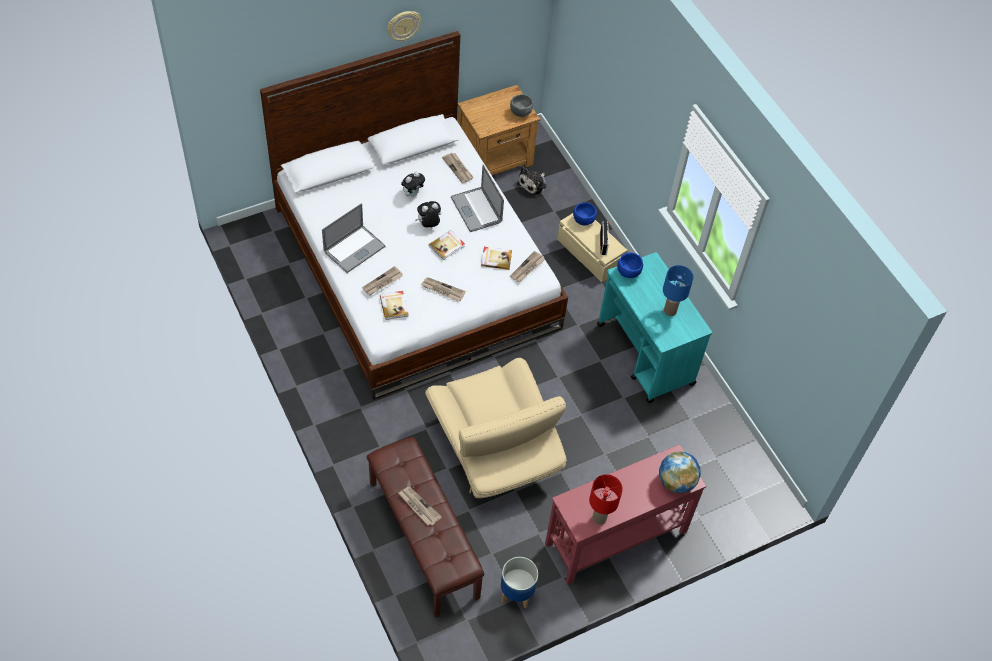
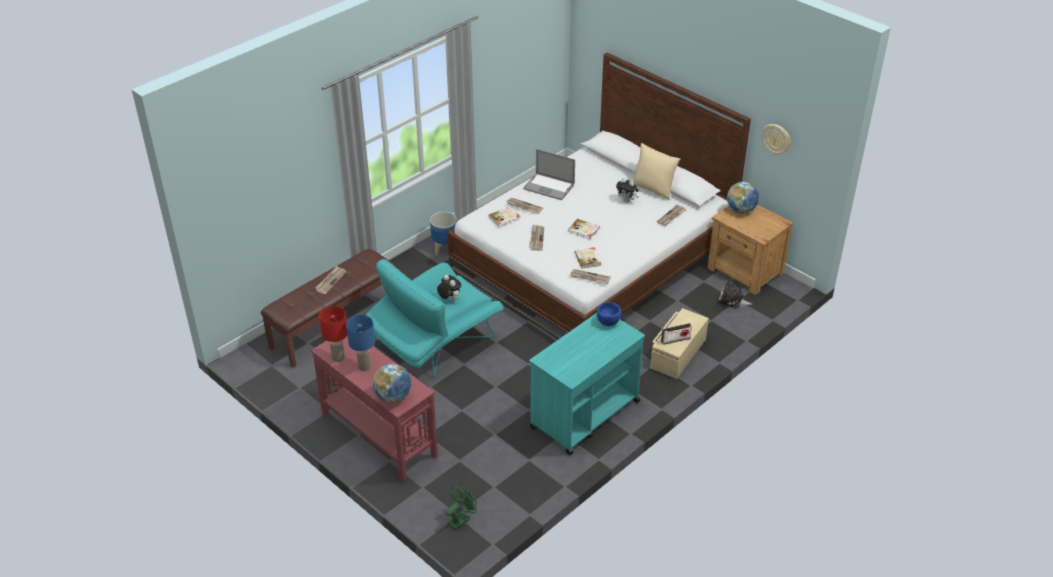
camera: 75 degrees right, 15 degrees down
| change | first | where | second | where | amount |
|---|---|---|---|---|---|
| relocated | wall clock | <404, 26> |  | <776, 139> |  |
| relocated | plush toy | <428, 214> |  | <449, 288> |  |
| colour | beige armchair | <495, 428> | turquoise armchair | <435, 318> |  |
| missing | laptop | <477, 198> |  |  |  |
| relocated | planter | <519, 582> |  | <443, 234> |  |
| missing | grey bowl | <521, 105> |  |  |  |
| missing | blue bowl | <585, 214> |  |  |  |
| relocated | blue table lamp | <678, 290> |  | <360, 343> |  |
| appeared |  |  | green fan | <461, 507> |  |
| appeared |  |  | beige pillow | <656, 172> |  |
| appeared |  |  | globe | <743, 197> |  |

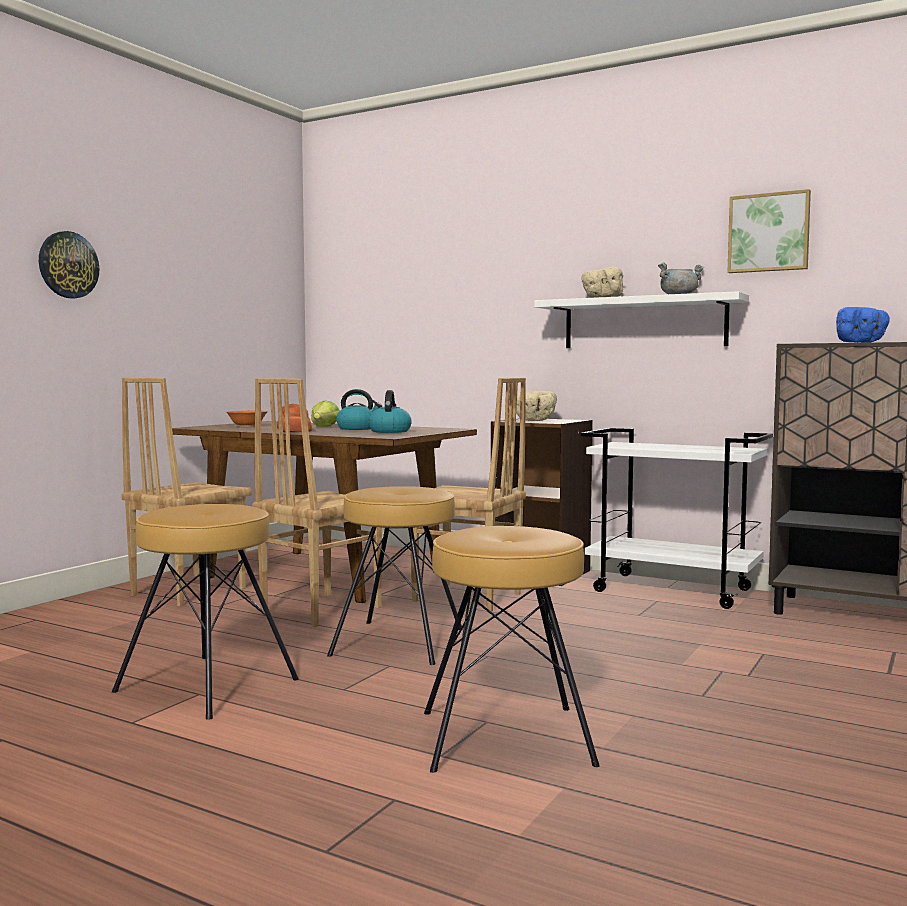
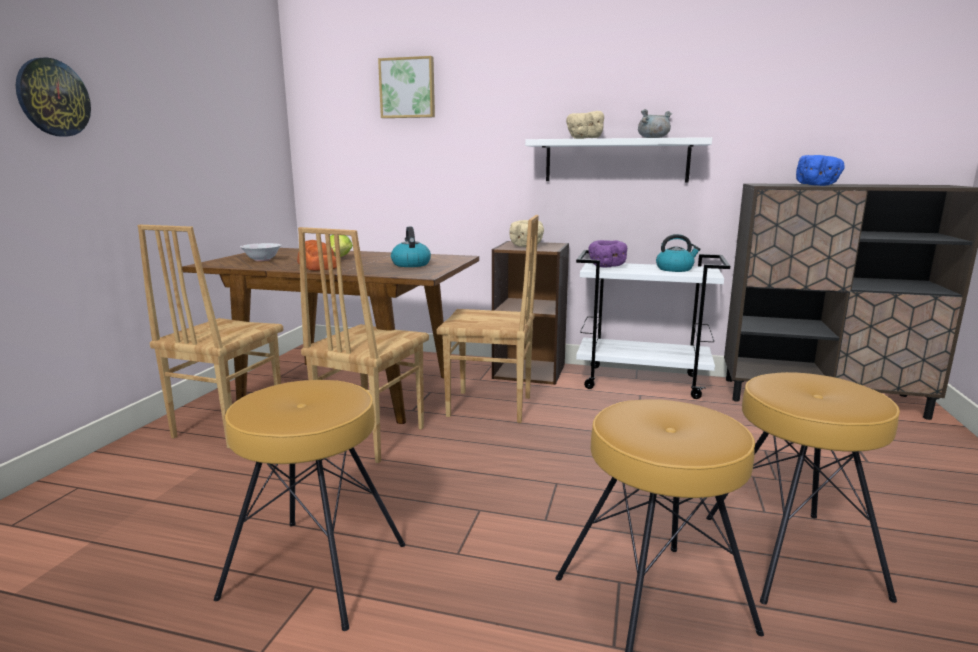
camera: 15 degrees left, 10 degrees up
| change | first | where | second | where | amount |
|---|---|---|---|---|---|
| colour | orange bowl | <247, 419> | white bowl | <260, 252> |  |
| relocated | brown stool | <395, 575> |  | <803, 488> |  |
| relocated | kettle | <359, 409> |  | <678, 253> |  |
| relocated | picture | <769, 231> |  | <406, 87> |  |
| appeared |  |  | purple bowl | <607, 254> |  |

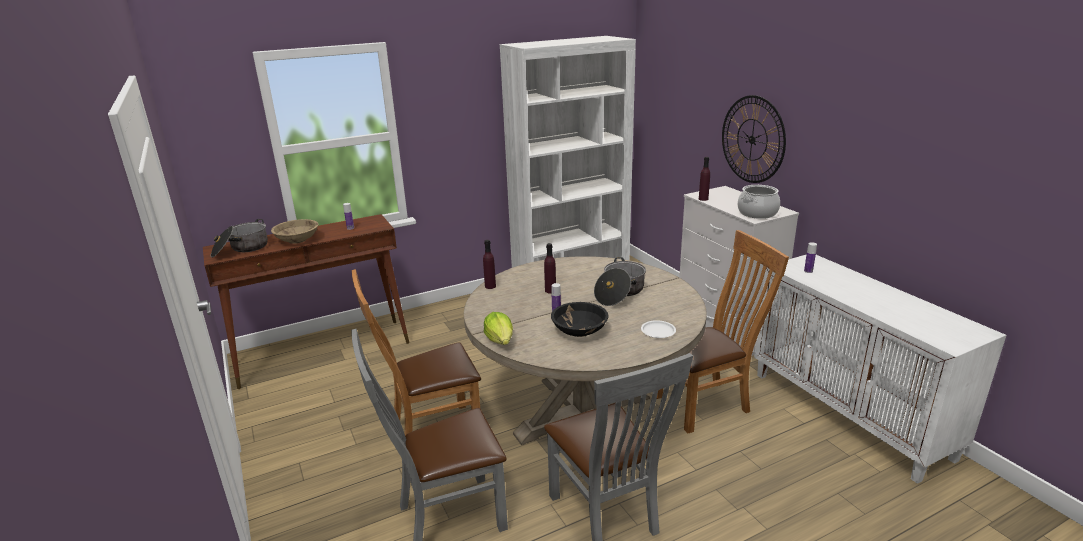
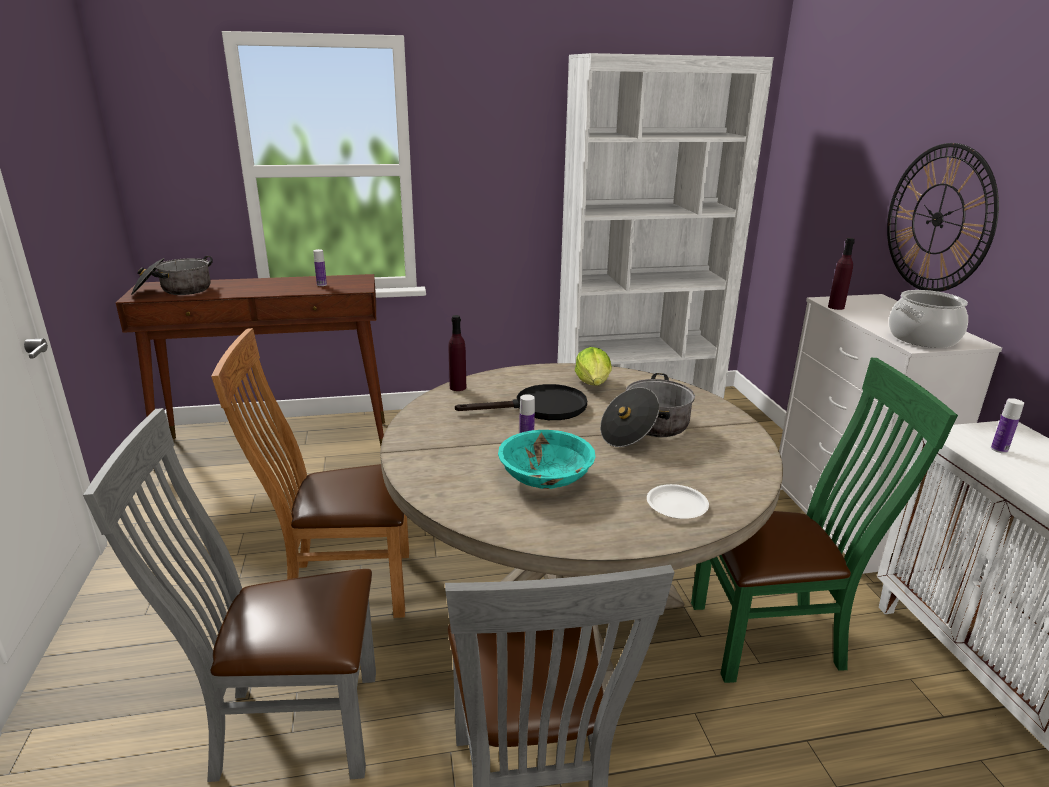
camera: 15 degrees right, 0 degrees up
| change | first | where | second | where | amount |
|---|---|---|---|---|---|
| missing | beige bowl | <294, 231> |  |  |  |
| relocated | lettuce | <498, 328> |  | <593, 366> |  |
| exchanged | purple bottle | <550, 268> | black frying pan | <521, 402> |  |
| colour | black bowl | <580, 319> | turquoise bowl | <547, 459> |  |
| colour | brown chair | <723, 331> | green chair | <824, 520> |  |

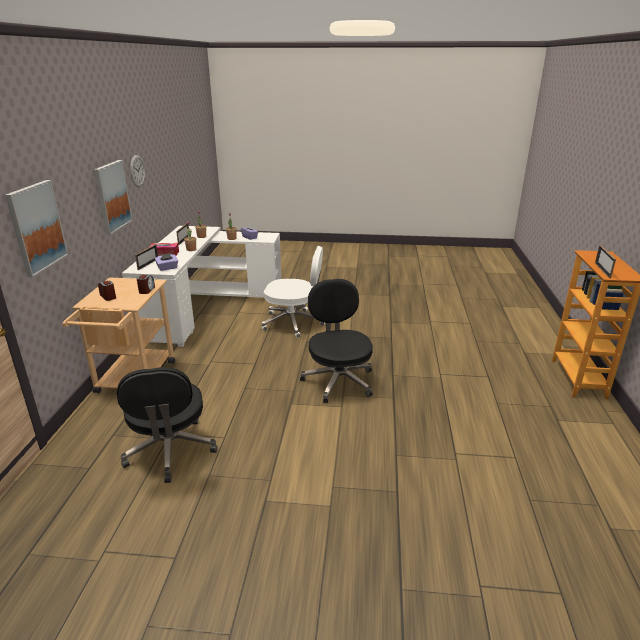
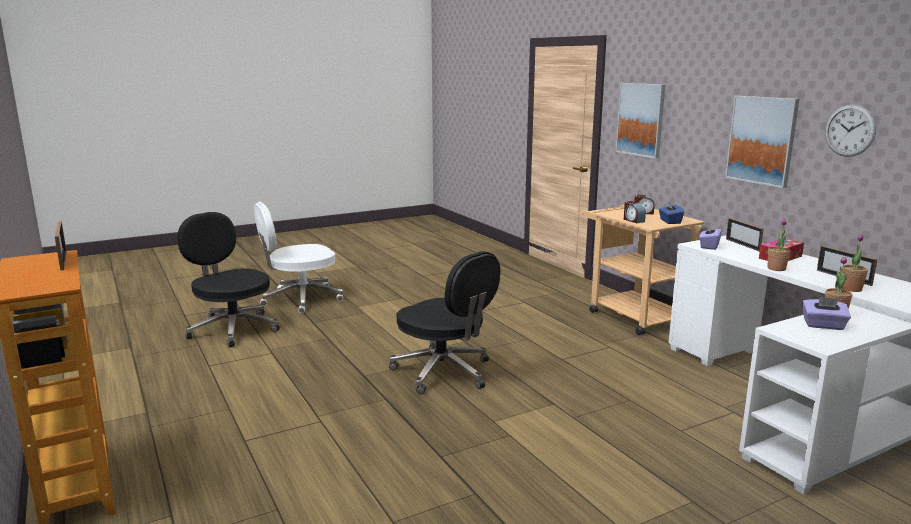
camera: 145 degrees right, 10 degrees down
| change | first | where | second | where | amount |
|---|---|---|---|---|---|
| relocated | black office chair | <167, 425> |  | <228, 280> |  |
| relocated | white office chair | <293, 292> |  | <298, 257> |  |
| appeared |  |  | blue tissue box | <671, 212> |  |

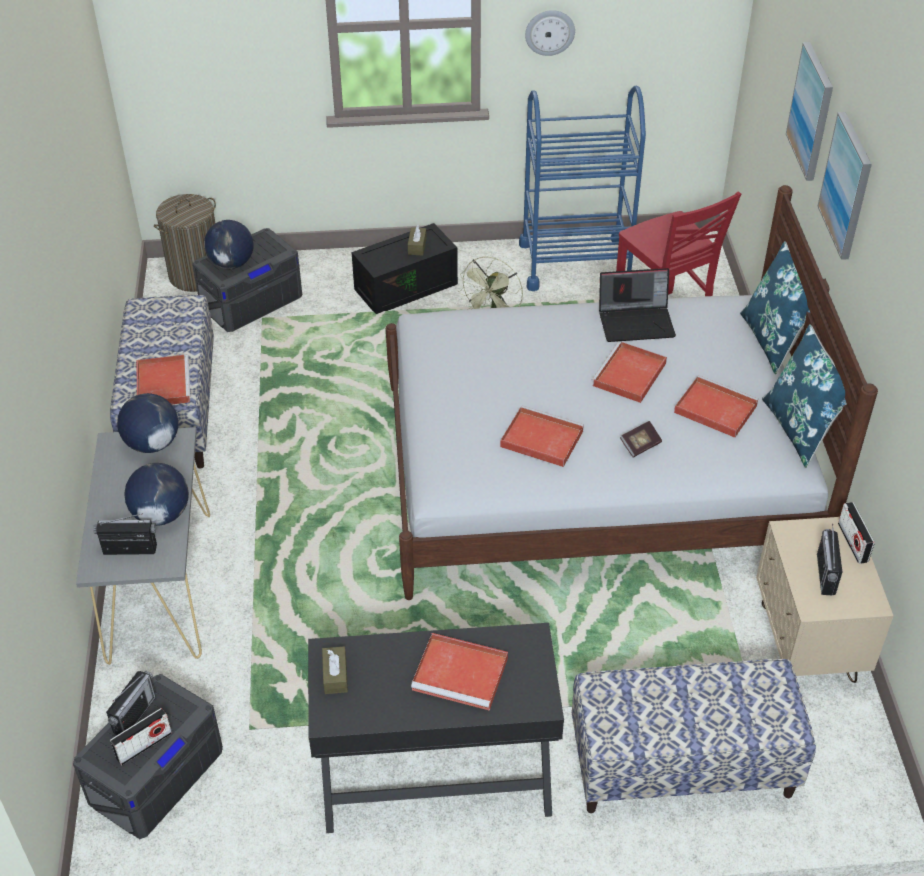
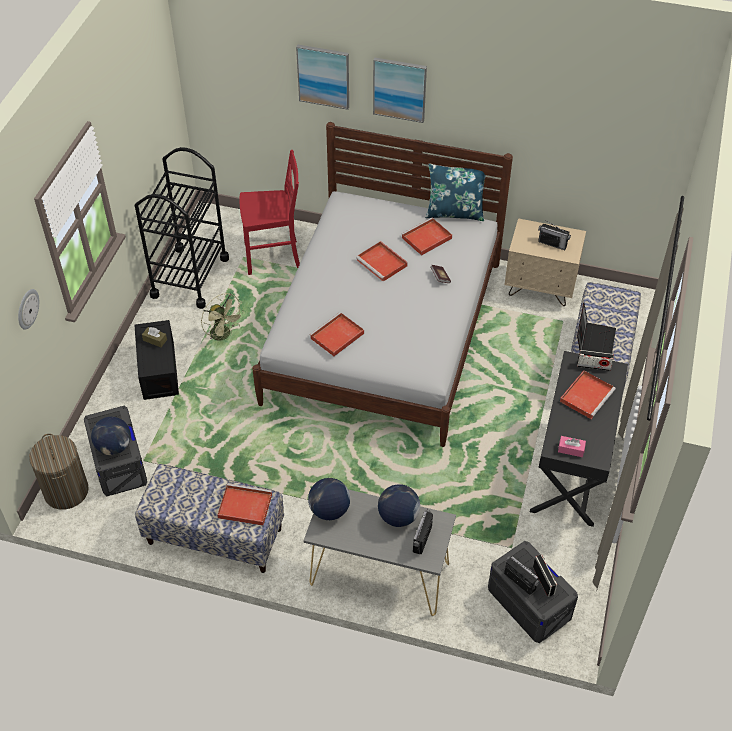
camera: 70 degrees left, 5 degrees up
| change | first | where | second | where | amount |
|---|---|---|---|---|---|
| colour | brown tissue box | <335, 670> | pink tissue box | <572, 446> |  |
| relocated | red tray | <542, 436> |  | <336, 334> |  |
| colour | blue cart | <582, 188> | black cart | <182, 228> |  |
| relocated | wall clock | <550, 33> |  | <28, 309> |  |
| relocated | laptop | <637, 305> |  | <596, 328> |  |
| missing | blue pillow | <775, 307> |  |  |  |
| relocated | radio | <856, 533> |  | <595, 360> |  |

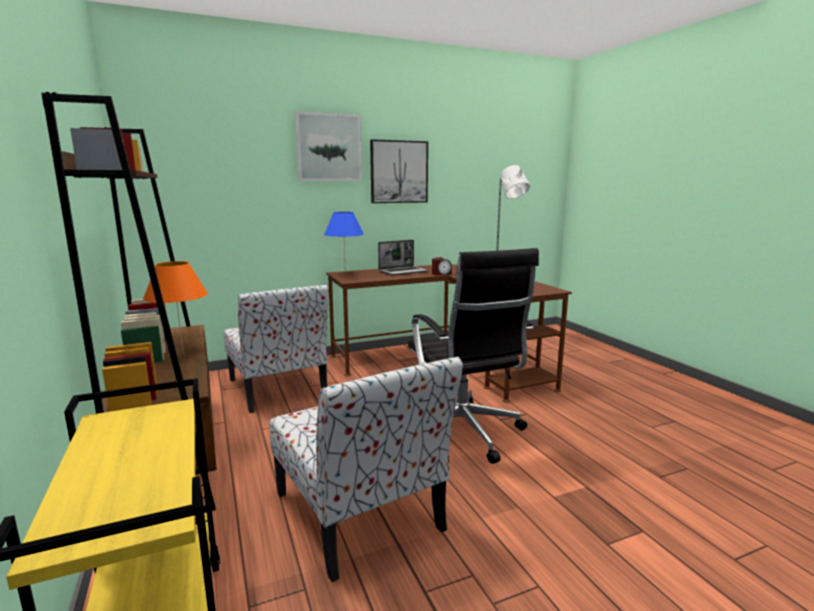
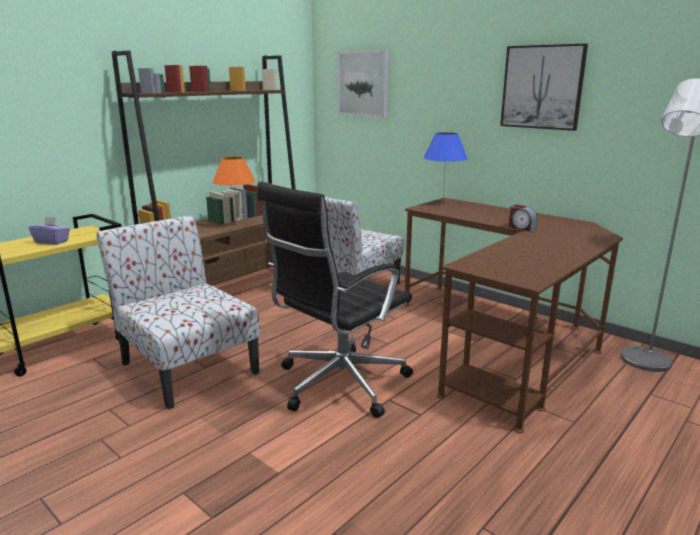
camera: 65 degrees right, 5 degrees up
| change | first | where | second | where | amount |
|---|---|---|---|---|---|
| spun | chair | <366, 469> |  | <178, 312> | 105 degrees clockwise |
| relocated | picture | <328, 146> |  | <362, 84> |  |
| missing | laptop | <403, 257> |  |  |  |
| appeared |  |  | purple tissue box | <49, 230> |  |

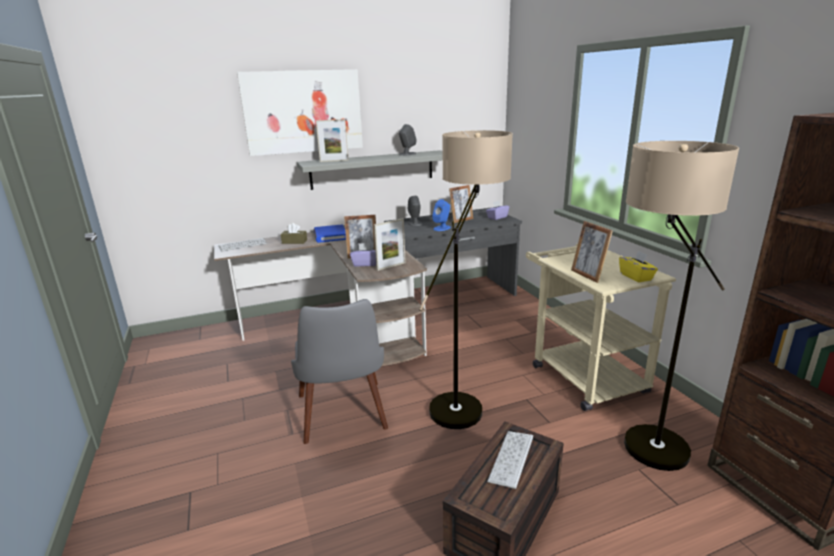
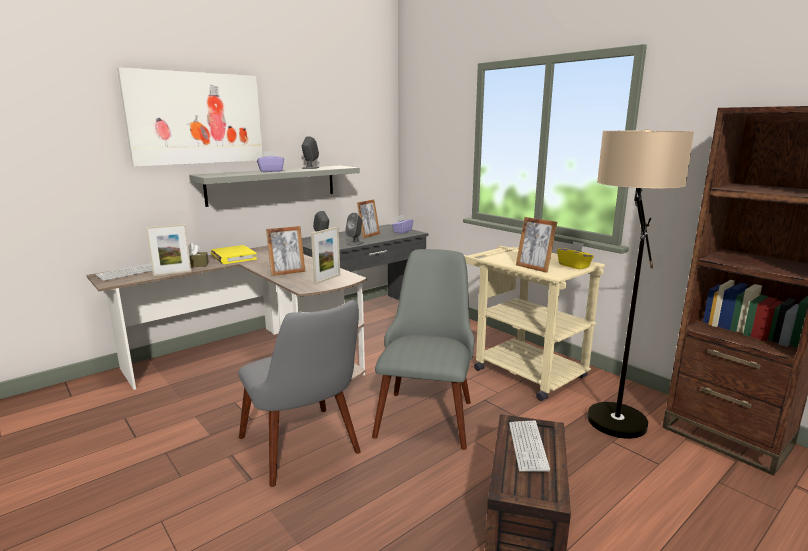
camera: 20 degrees left, 5 degrees down
| change | first | where | second | where | amount |
|---|---|---|---|---|---|
| colour | blue book | <329, 233> | yellow book | <234, 254> |  |
| relocated | picture frame | <332, 140> |  | <168, 250> |  |
| relocated | purple tissue box | <363, 255> |  | <270, 161> |  |
| exchanged | floor lamp | <466, 279> | grey chair | <423, 349> |  |
| colour | blue speaker | <441, 215> | grey speaker | <354, 229> |  |

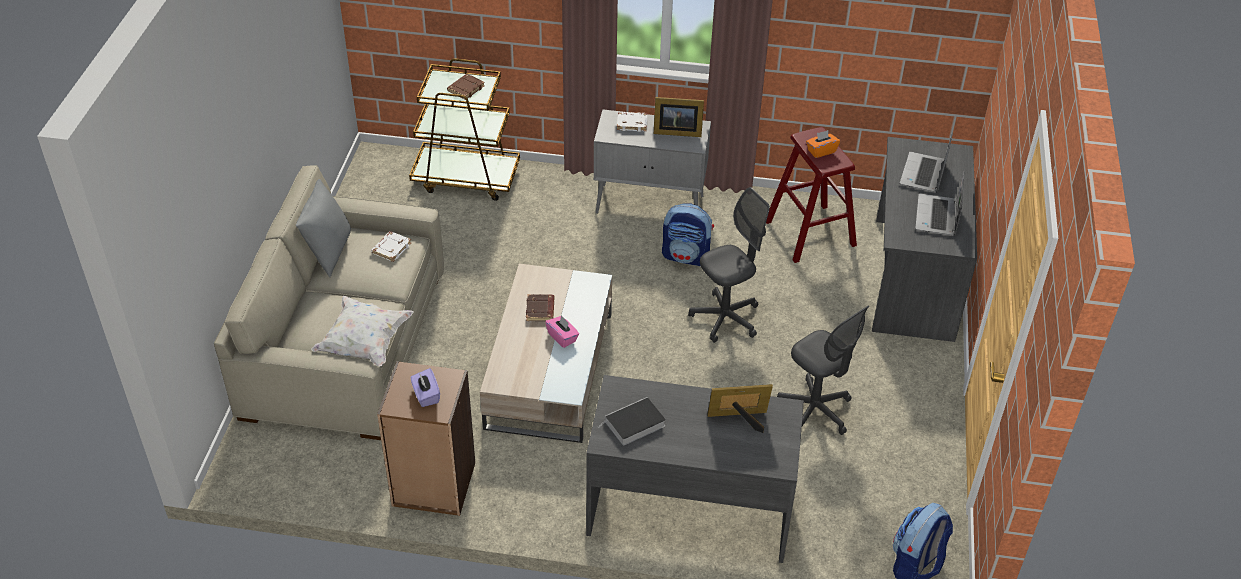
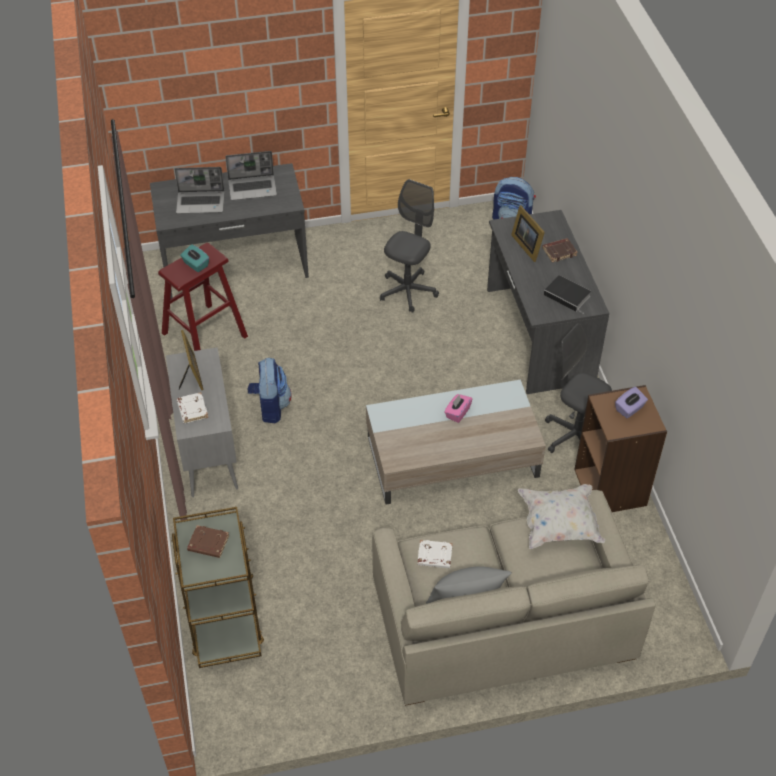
camera: 110 degrees left, 5 degrees up
| change | first | where | second | where | amount |
|---|---|---|---|---|---|
| relocated | brown book | <540, 307> |  | <560, 250> |  |
| relocated | grey office chair | <729, 265> |  | <578, 388> |  |
| colour | orange tissue box | <823, 144> | turquoise tissue box | <194, 258> |  |

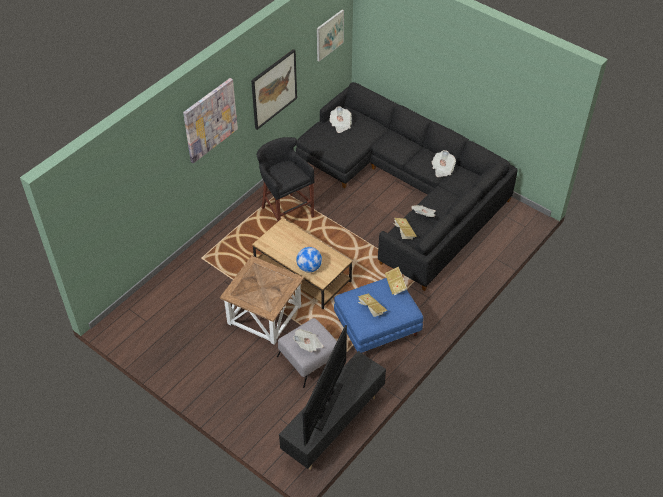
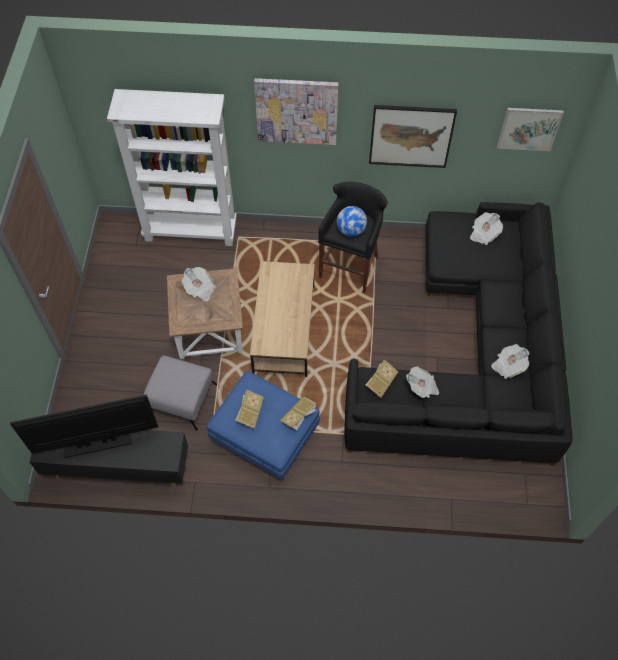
camera: 55 degrees right, 10 degrees up
| change | first | where | second | where | amount |
|---|---|---|---|---|---|
| relocated | newspaper | <308, 340> |  | <199, 284> |  |
| relocated | globe | <309, 259> |  | <352, 221> |  |
| appeared |  |  | white bookcase | <172, 167> |  |

